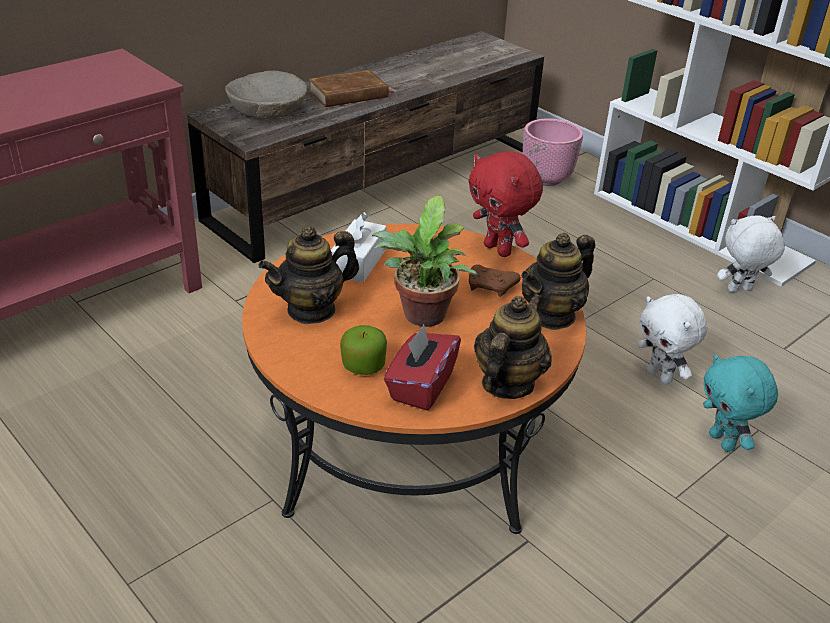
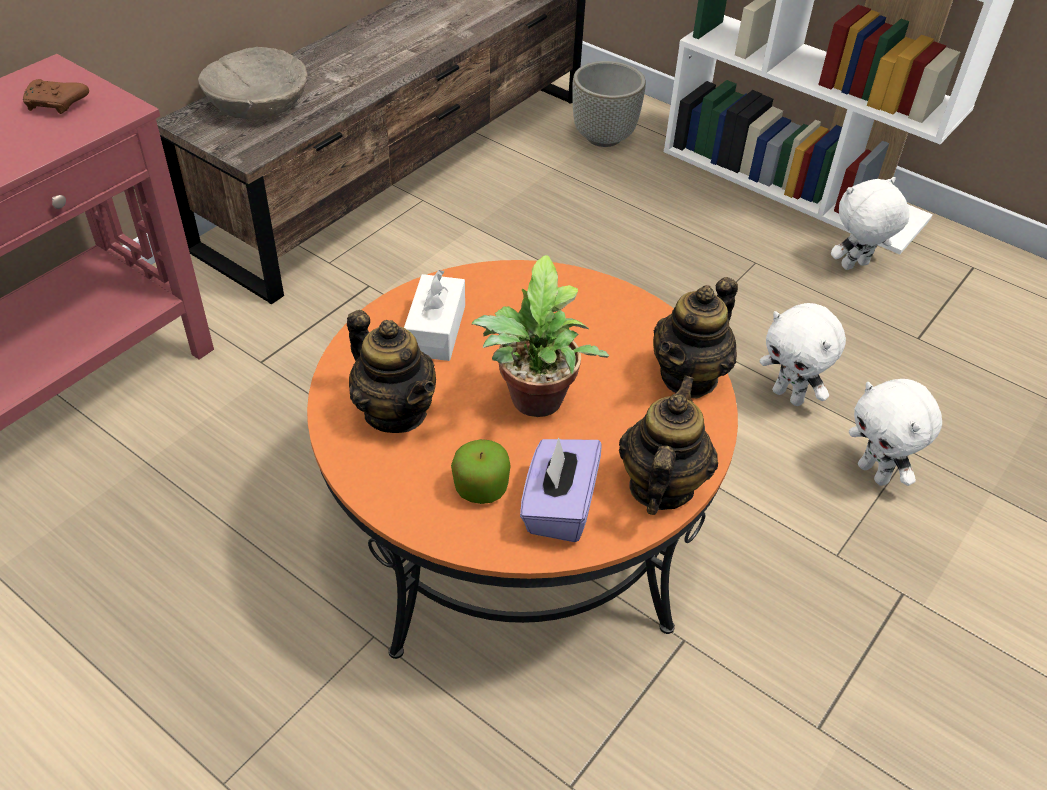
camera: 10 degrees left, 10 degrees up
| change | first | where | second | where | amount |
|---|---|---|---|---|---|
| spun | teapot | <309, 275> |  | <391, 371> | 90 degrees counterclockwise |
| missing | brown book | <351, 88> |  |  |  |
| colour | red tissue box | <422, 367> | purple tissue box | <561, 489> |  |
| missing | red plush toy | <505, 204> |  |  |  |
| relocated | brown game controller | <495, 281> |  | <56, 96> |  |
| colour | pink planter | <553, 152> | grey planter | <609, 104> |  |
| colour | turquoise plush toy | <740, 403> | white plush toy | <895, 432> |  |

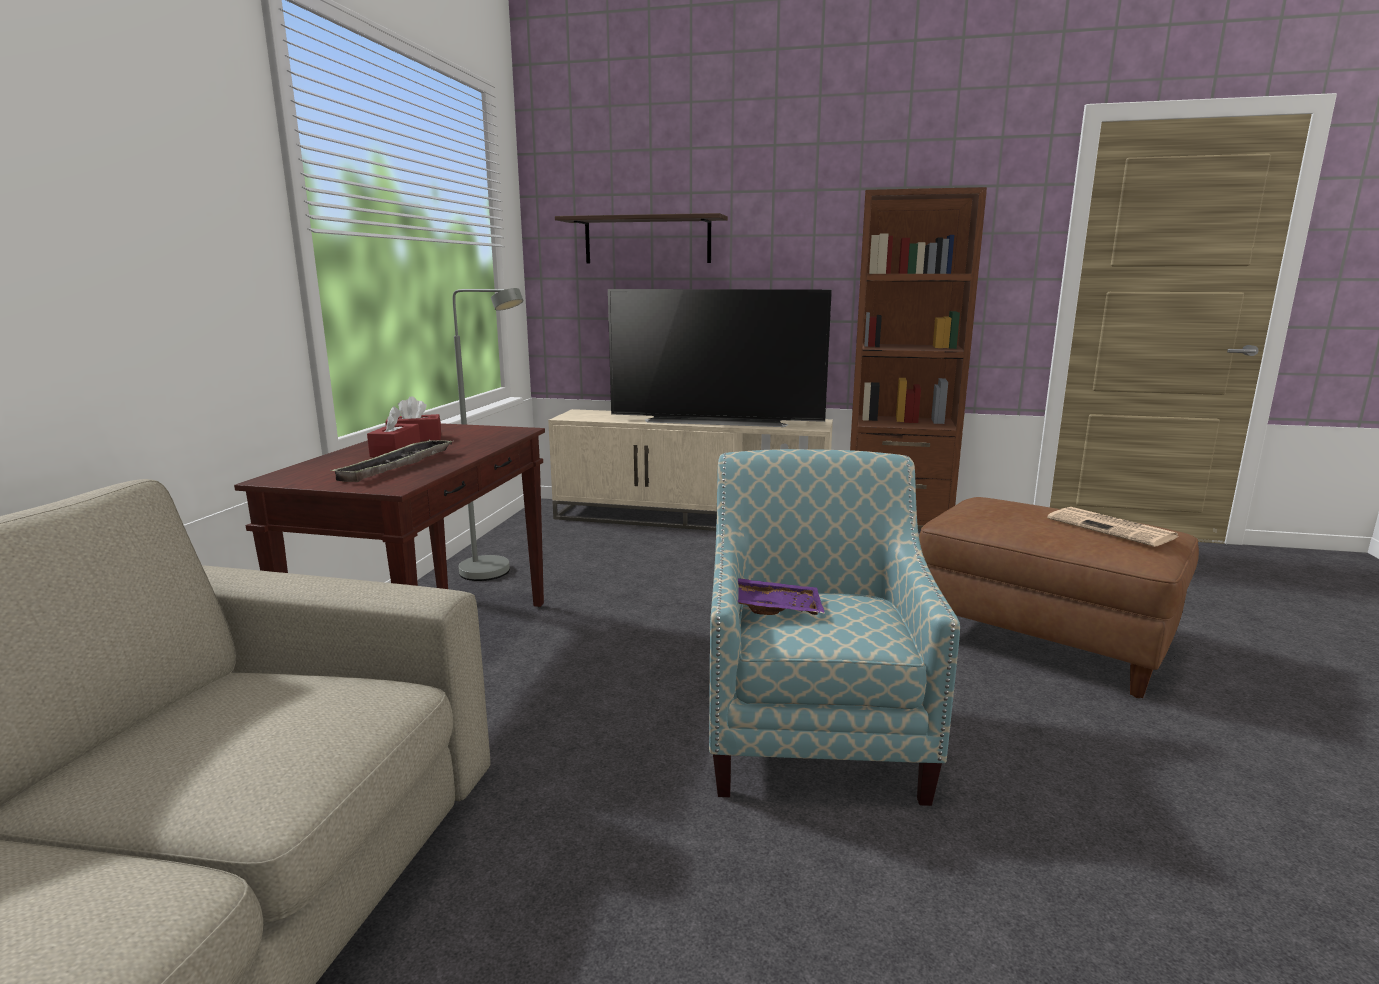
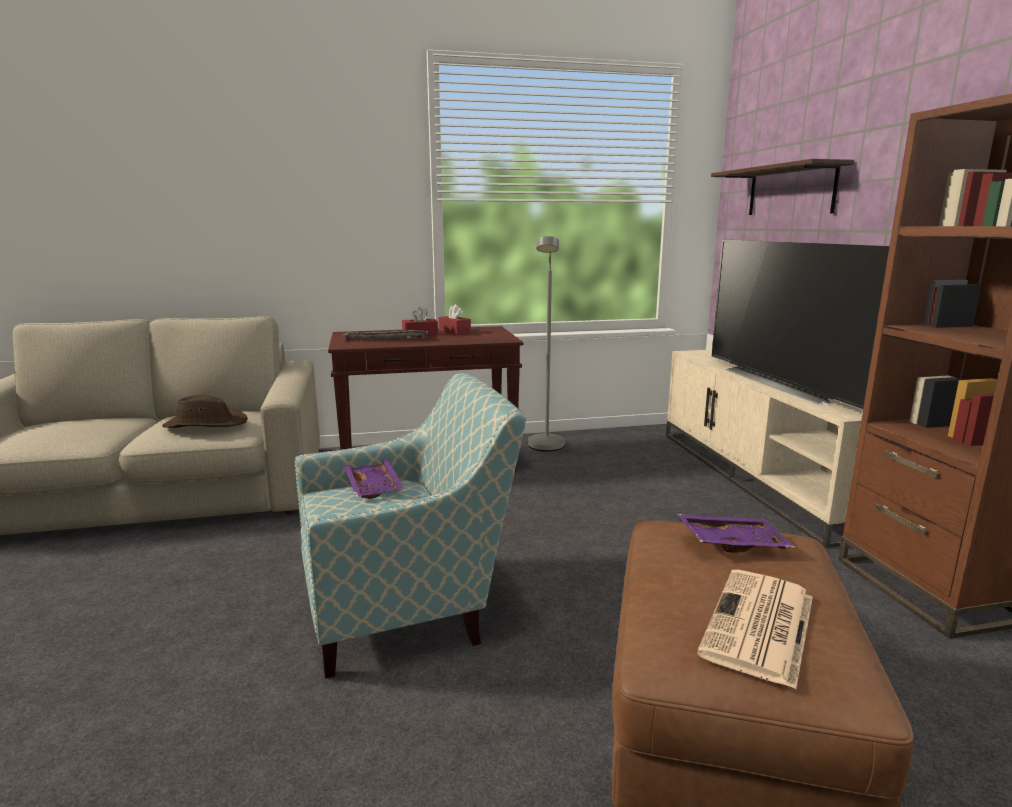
camera: 65 degrees right, 0 degrees up
| change | first | where | second | where | amount |
|---|---|---|---|---|---|
| appeared |  |  | brown hat | <205, 411> |  |
| appeared |  |  | purple tray | <736, 533> |  |

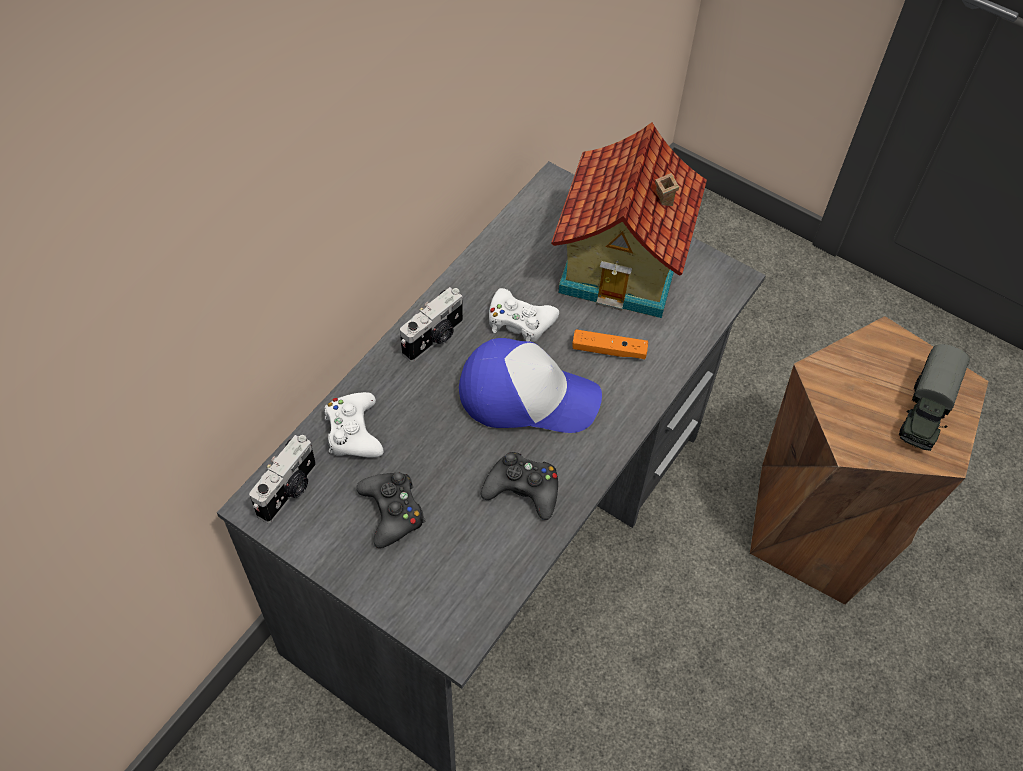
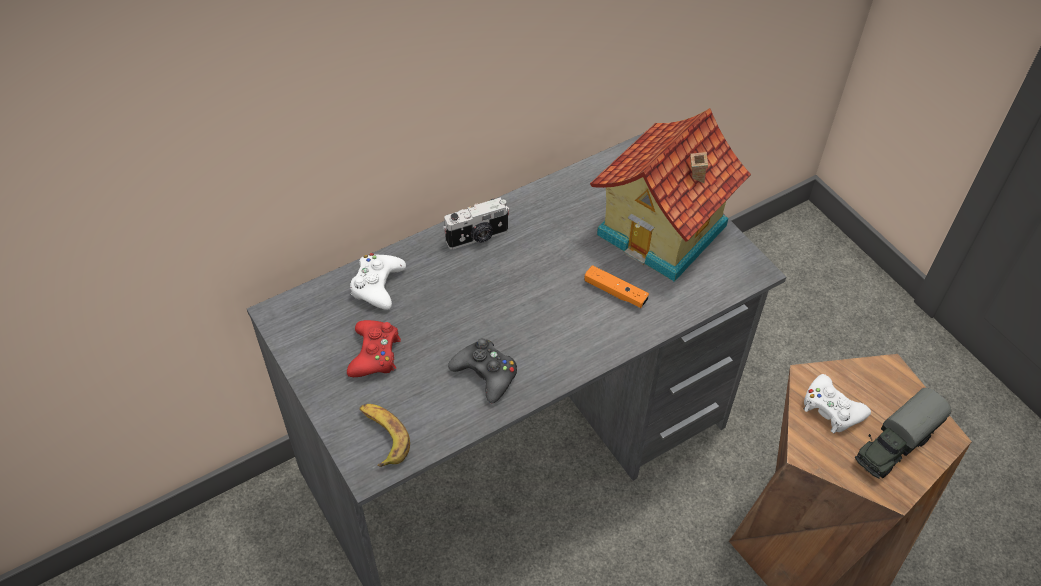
camera: 25 degrees right, 5 degrees down
| change | first | where | second | where | amount |
|---|---|---|---|---|---|
| missing | photo camera | <282, 479> |  |  |  |
| colour | black game controller | <391, 510> | red game controller | <374, 348> |  |
| missing | cap | <530, 385> |  |  |  |
| relocated | white game controller | <524, 315> |  | <837, 403> |  |
| appeared |  |  | banana | <384, 435> |  |

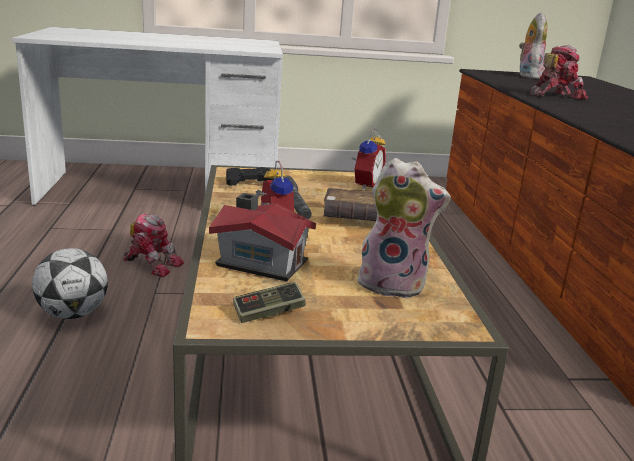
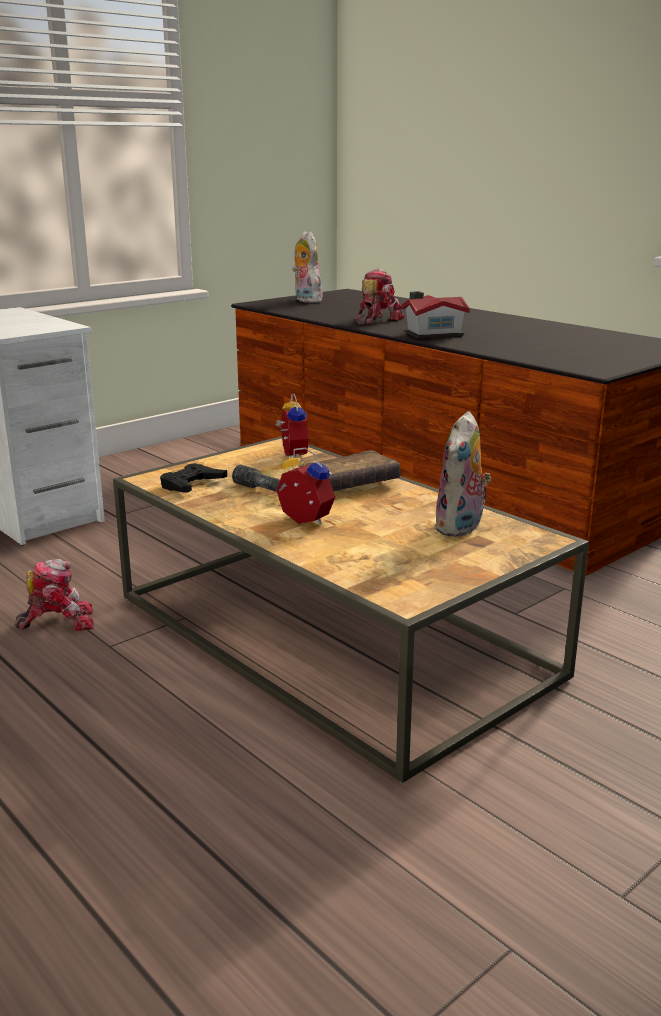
camera: 35 degrees left, 0 degrees up
| change | first | where | second | where | amount |
|---|---|---|---|---|---|
| missing | football | <70, 283> |  |  |  |
| relocated | toy house | <262, 237> |  | <435, 315> |  |
| missing | game controller | <269, 302> |  |  |  |
| spun | plush toy | <403, 228> |  | <463, 474> | 135 degrees clockwise |

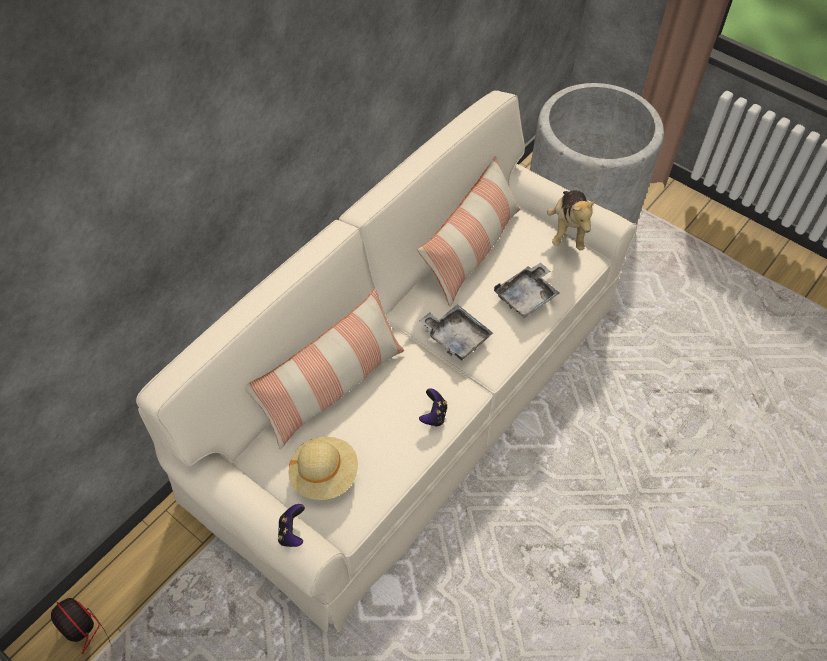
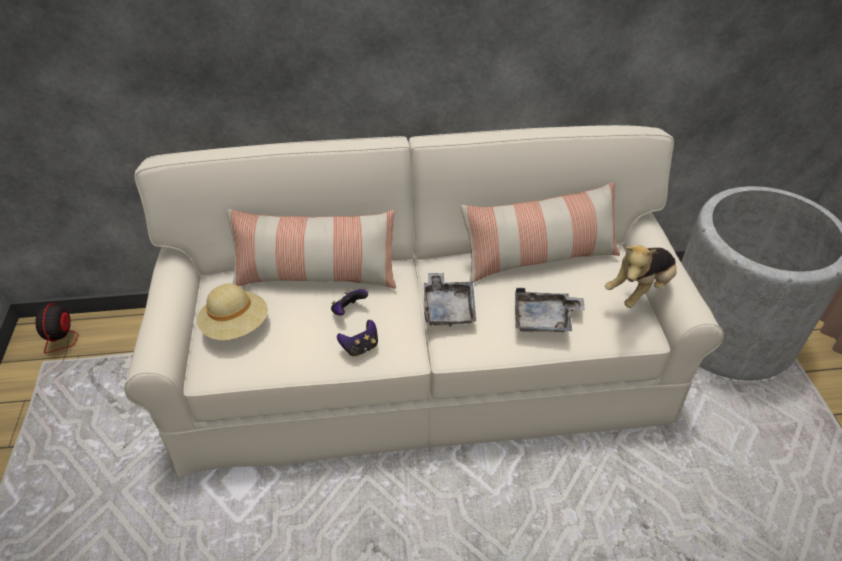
camera: 45 degrees right, 10 degrees down
| change | first | where | second | where | amount |
|---|---|---|---|---|---|
| relocated | game controller | <291, 525> |  | <349, 302> |  |

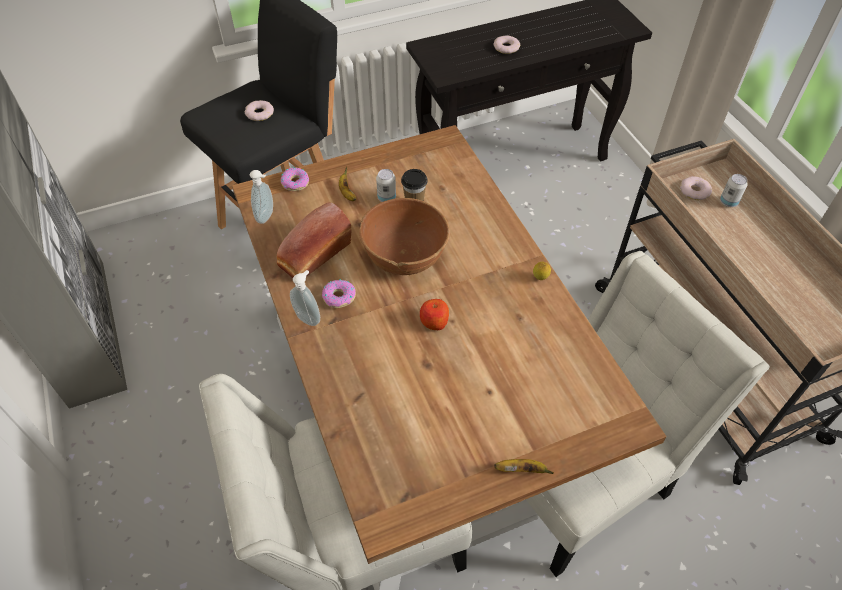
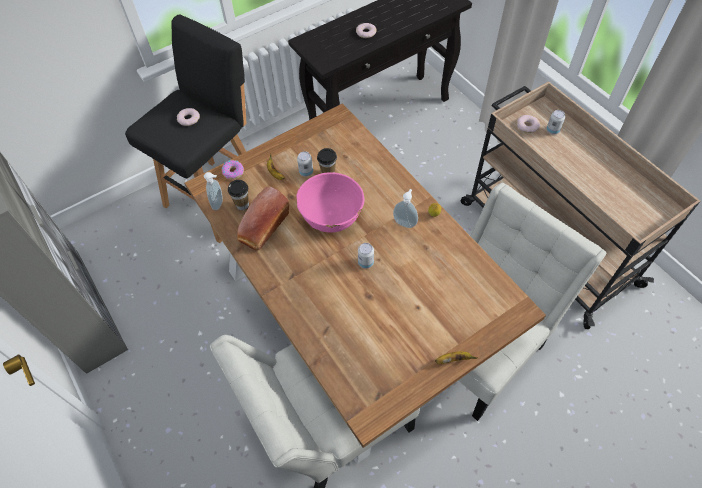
camera: 10 degrees left, 5 degrees up
| change | first | where | second | where | amount |
|---|---|---|---|---|---|
| relocated | soap dispenser | <305, 298> |  | <405, 208> |  |
| missing | donut | <339, 293> |  |  |  |
| colour | brown bowl | <404, 236> | pink bowl | <330, 202> |  |
| exchanged | apple | <434, 314> | can | <366, 256> |  |
| appeared |  |  | cup | <238, 195> |  |

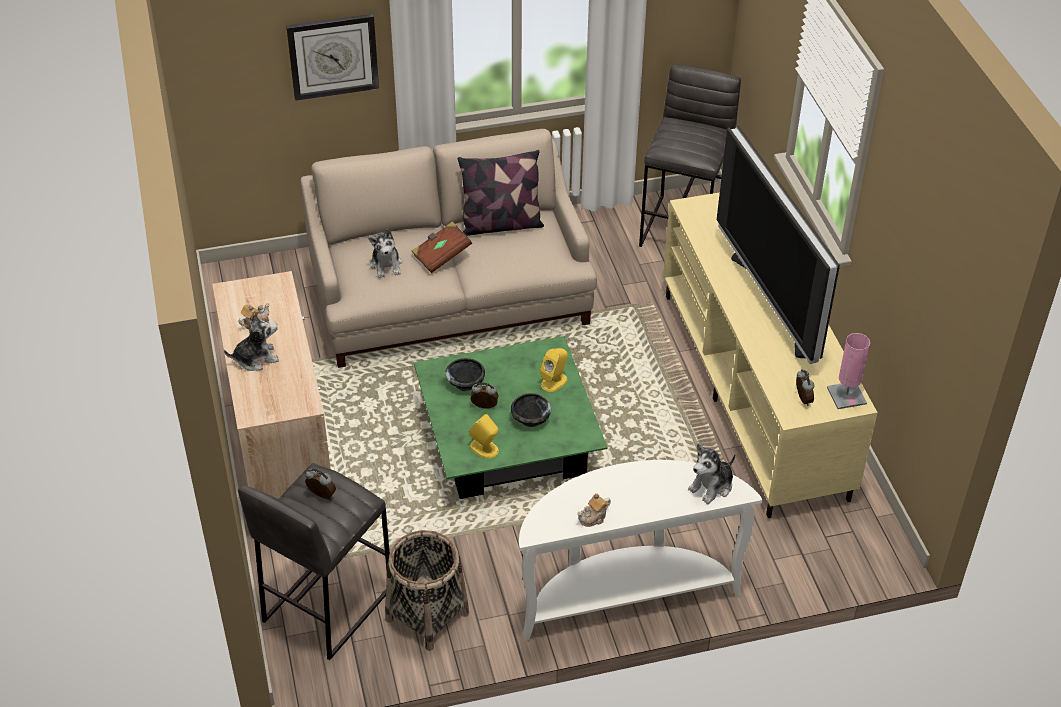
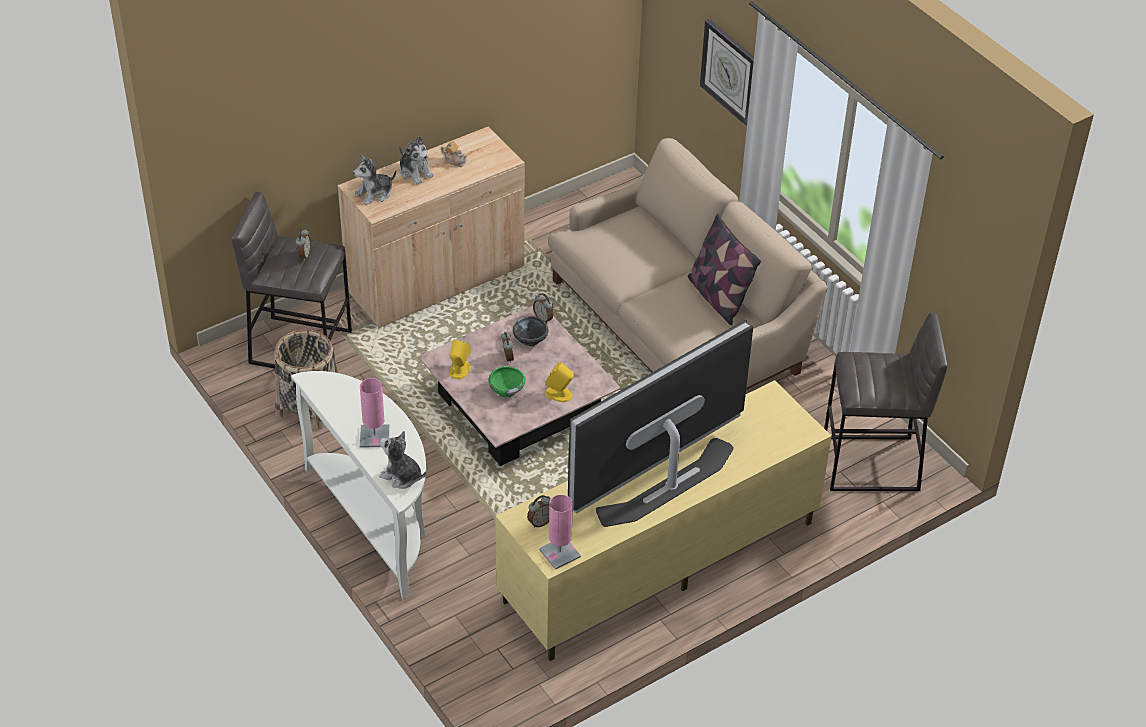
camera: 70 degrees right, 0 degrees up
| change | first | where | second | where | amount |
|---|---|---|---|---|---|
| relocated | plush toy | <385, 253> |  | <374, 180> |  |
| missing | brown book | <442, 247> |  |  |  |
| colour | green coffee table | <511, 417> | pink coffee table | <519, 386> |  |
| colour | black bowl | <531, 410> | green bowl | <507, 381> |  |
| missing | teapot | <594, 510> |  |  |  |
| appeared |  |  | pink table lamp | <374, 412> |  |
| appeared |  |  | alarm clock | <543, 308> |  |

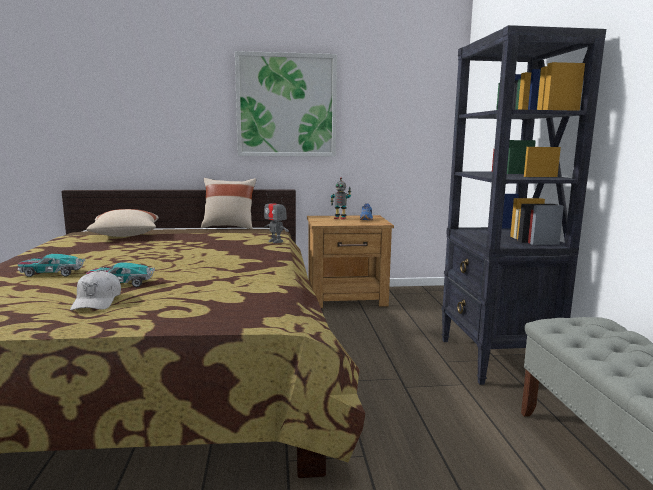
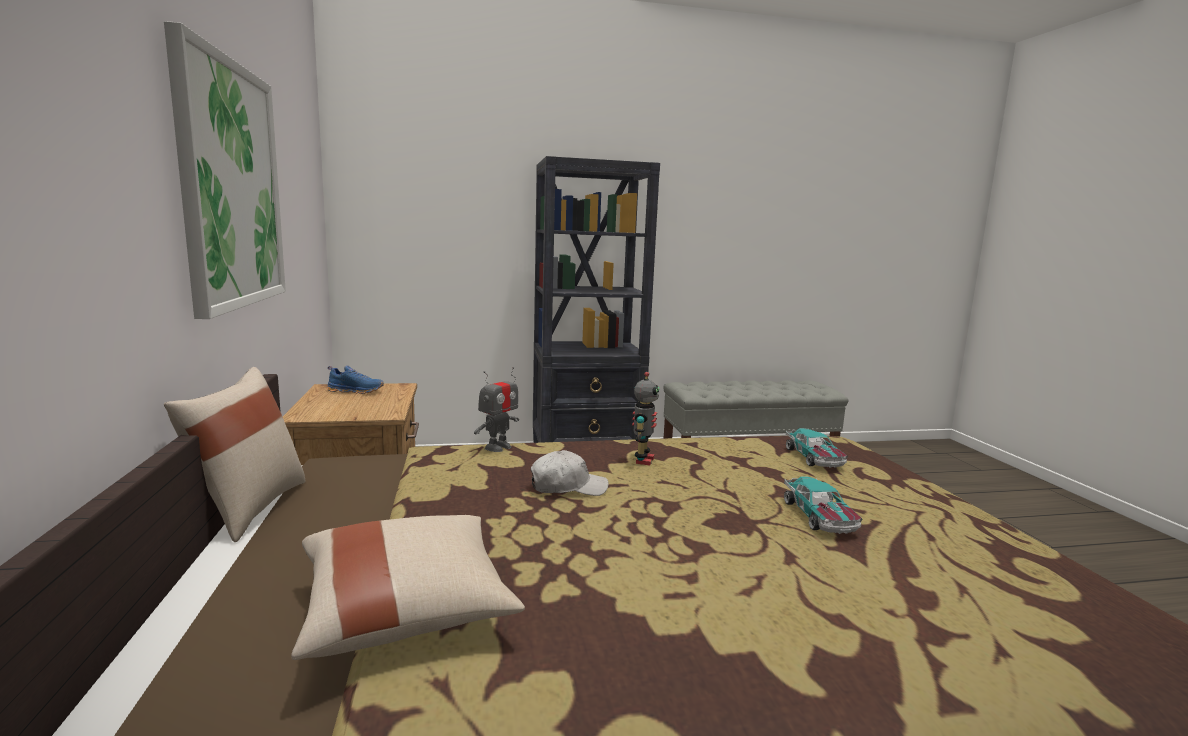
camera: 95 degrees left, 0 degrees up
| change | first | where | second | where | amount |
|---|---|---|---|---|---|
| relocated | toy car | <51, 265> |  | <817, 448> |  |
| relocated | white cap | <95, 290> |  | <570, 473> |  |
| relocated | toy robot | <341, 198> |  | <645, 418> |  |

